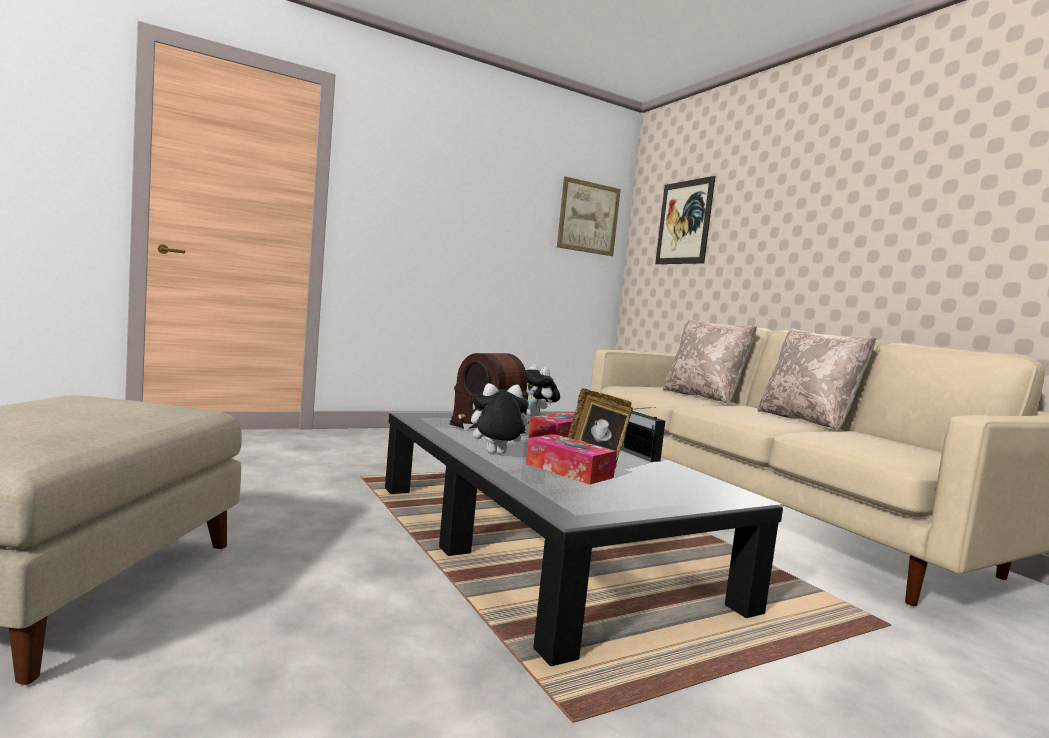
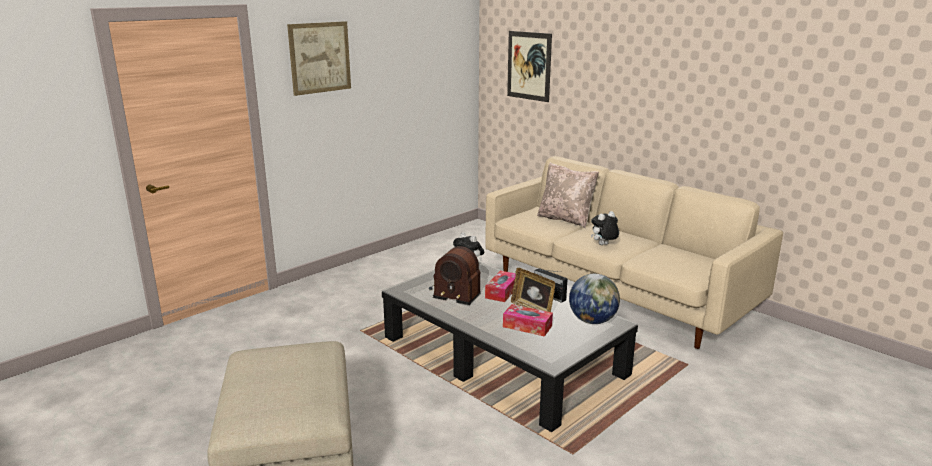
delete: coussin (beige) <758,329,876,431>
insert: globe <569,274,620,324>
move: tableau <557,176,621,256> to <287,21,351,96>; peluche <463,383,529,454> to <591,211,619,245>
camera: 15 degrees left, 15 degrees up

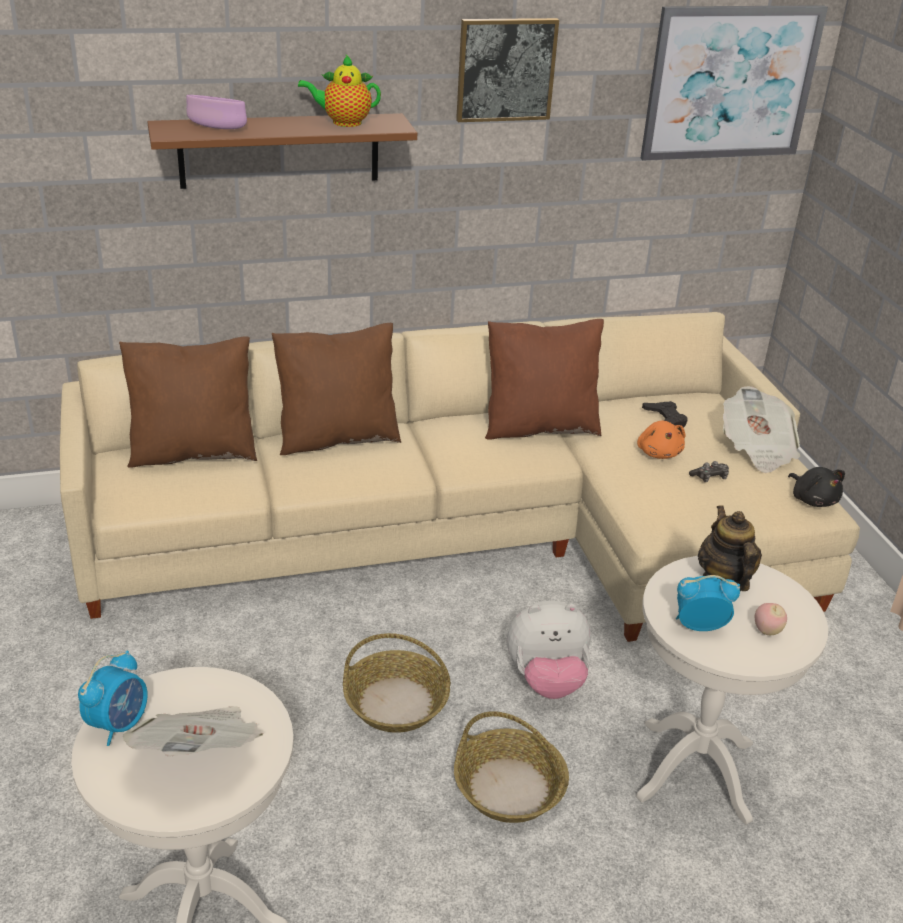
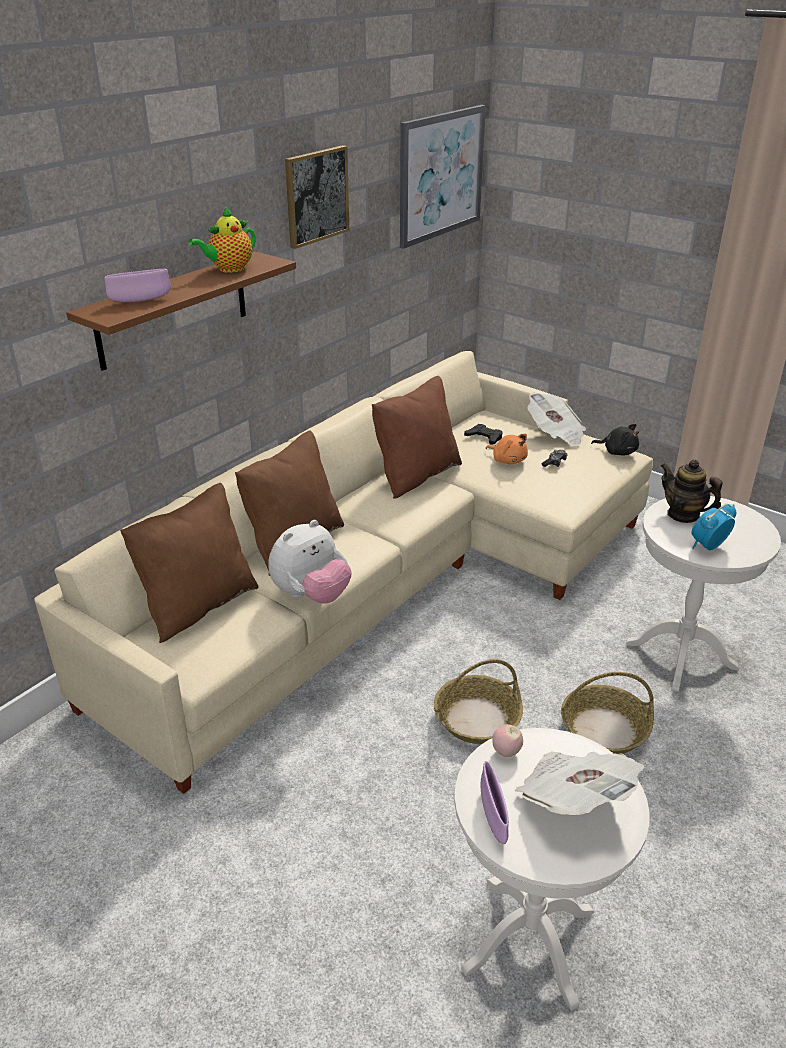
move: peluche <507,601,591,699> to <269,520,352,604>; pomme <755,603,787,635> to <492,724,523,757>
replace: réveil <78,650,148,746> to bol (violet) <481,761,509,844>
camera: 35 degrees left, 0 degrees up

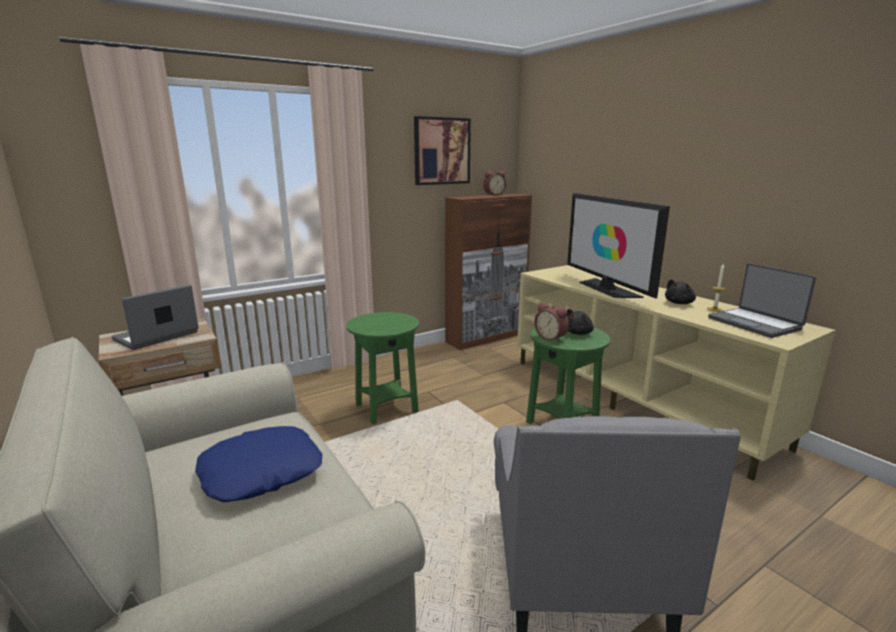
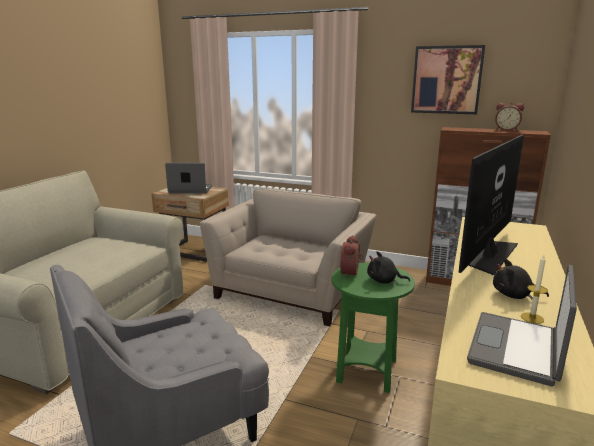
delete: coussin (bleu) <195,426,322,502>
replace: table d'appoint (vert) <346,312,419,425> to fauteuil (beige) <200,189,376,326>
camera: 55 degrees right, 0 degrees up

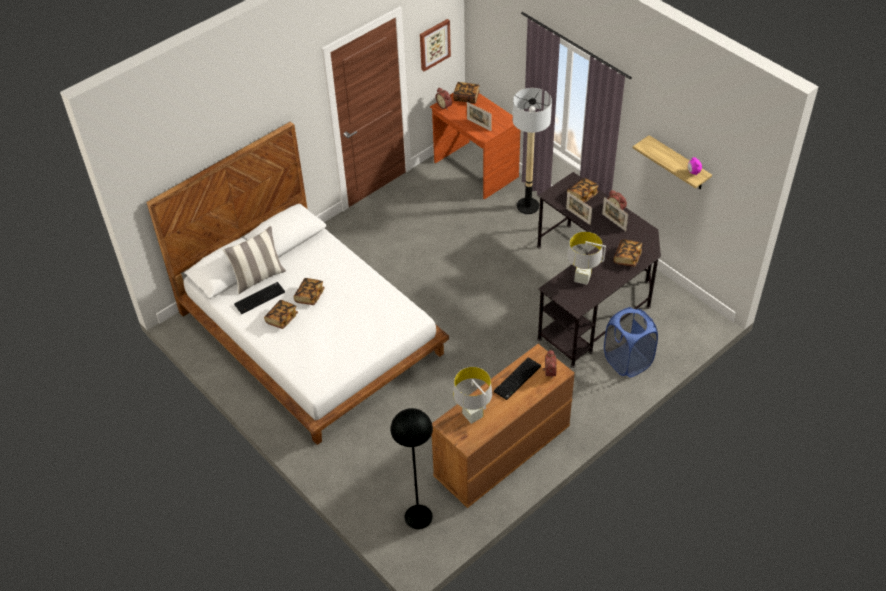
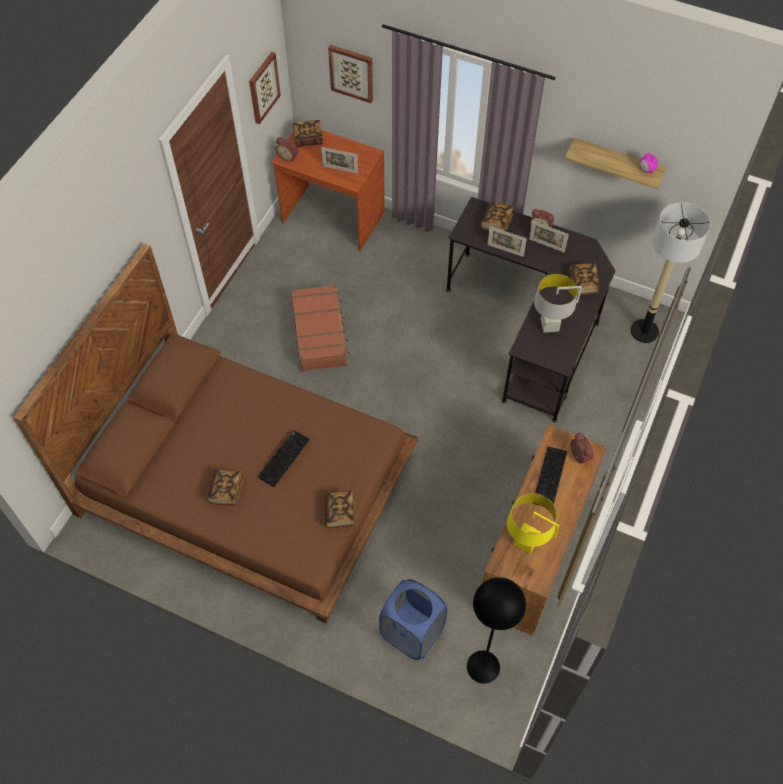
delete: coussin <223,226,286,294>
insert: valise (marron) <291,285,350,371>; tableau <328,45,373,103>
move: clavier <234,282,285,314> to <258,430,309,487>; livre <294,278,325,305> to <324,490,356,528>; panier à linge (bleu) <604,307,658,378> to <379,579,447,660>; lampadaire <513,88,552,214> to <631,202,710,343>
recolor: lit (blanc) <146,121,449,445> to lit (marron) <13,243,418,623>; lampe de table (gris) <453,367,492,424> to lampe de table (jaune) <507,493,560,554>
camera: 25 degrees left, 10 degrees up

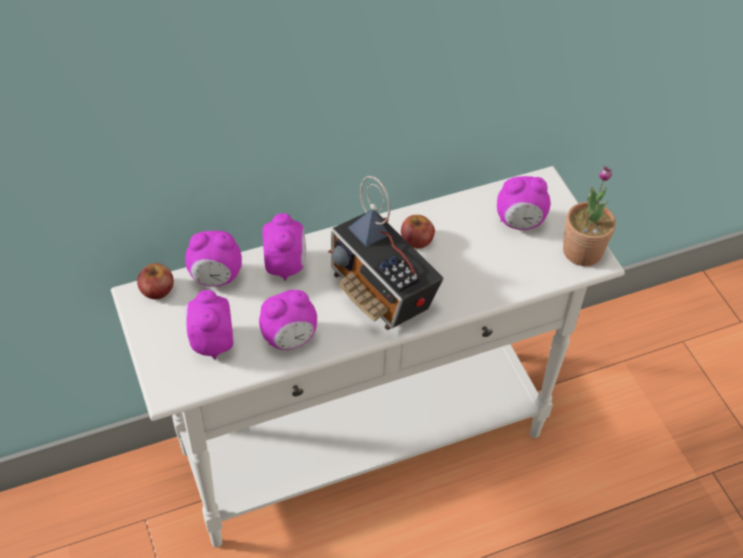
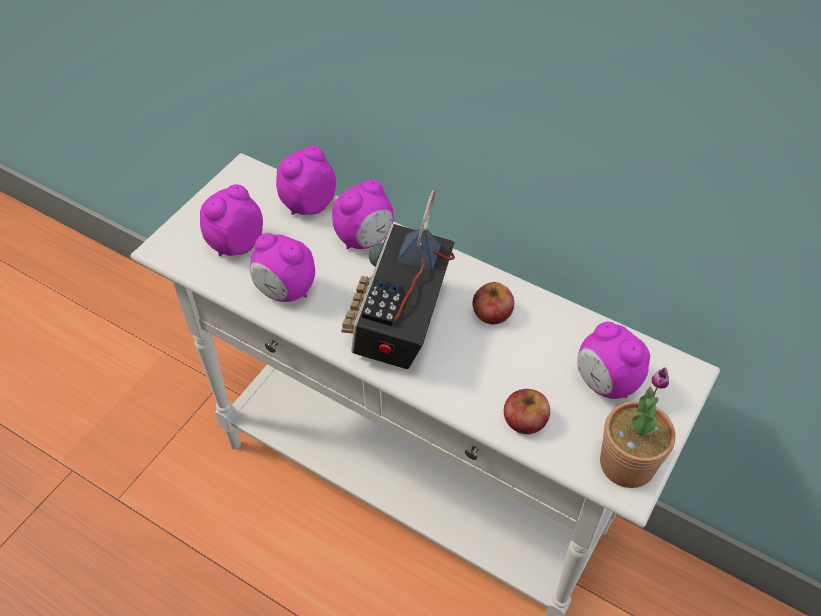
move: pomme <137,263,174,299> to <504,389,550,434>
rotate: réveil <185,231,242,287> = <276,146,336,215> 90 degrees clockwise
camera: 55 degrees right, 0 degrees up

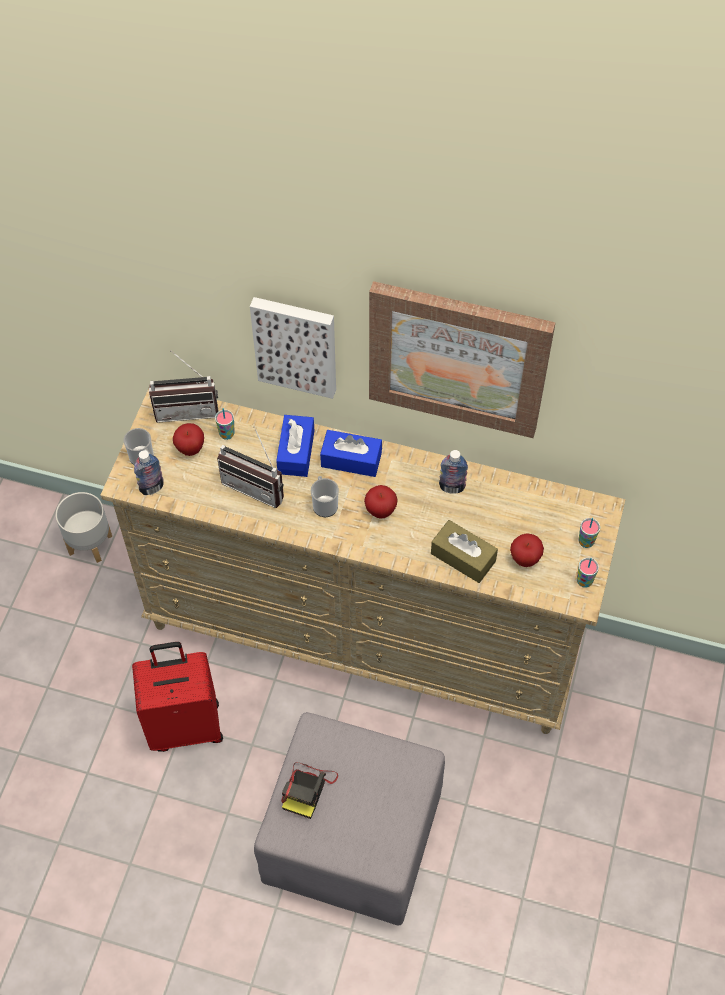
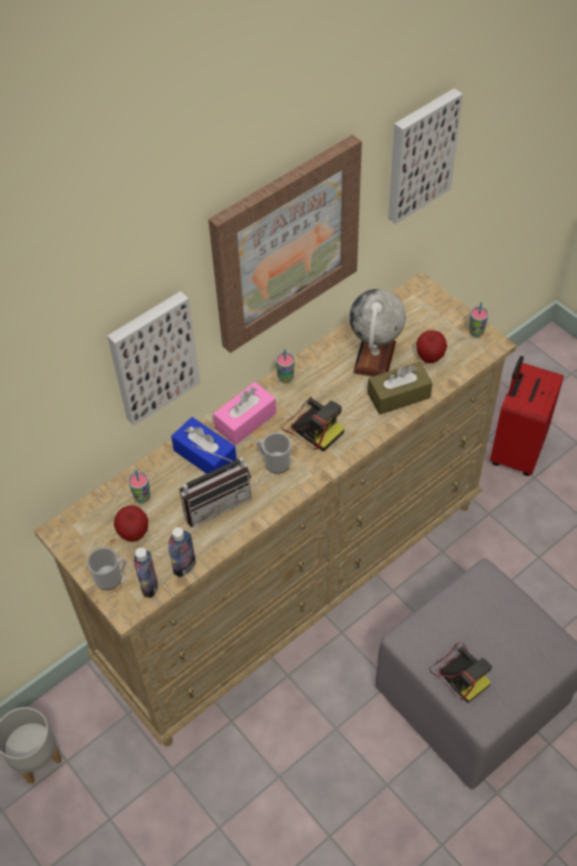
delete: radio <149,351,219,423>
insert: globe <349,289,406,377>; tableau <388,88,463,224>
move: bouteille <439,450,468,494> to <168,527,196,577>; tasse <578,518,600,548> to <276,349,295,383>; valise (rouge) <132,642,223,752> to <490,356,564,476>
replace: pomme <364,485,398,519> to appareil photo <281,396,345,452>
recolor: boîte à mouchoirs (bleu) <320,430,382,477> to boîte à mouchoirs (rose) <213,382,276,445>
camera: 55 degrees left, 5 degrees down

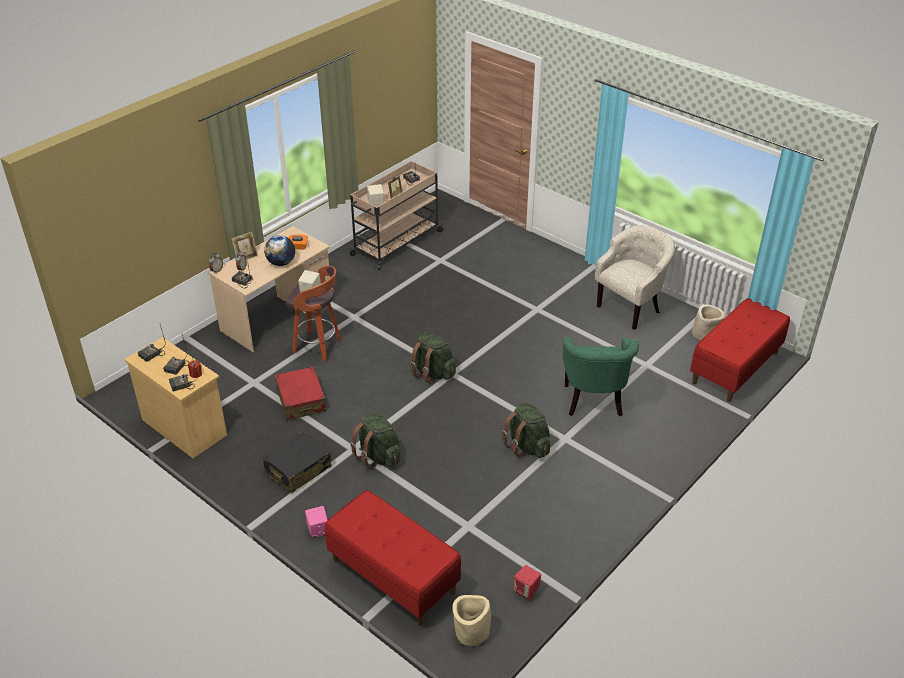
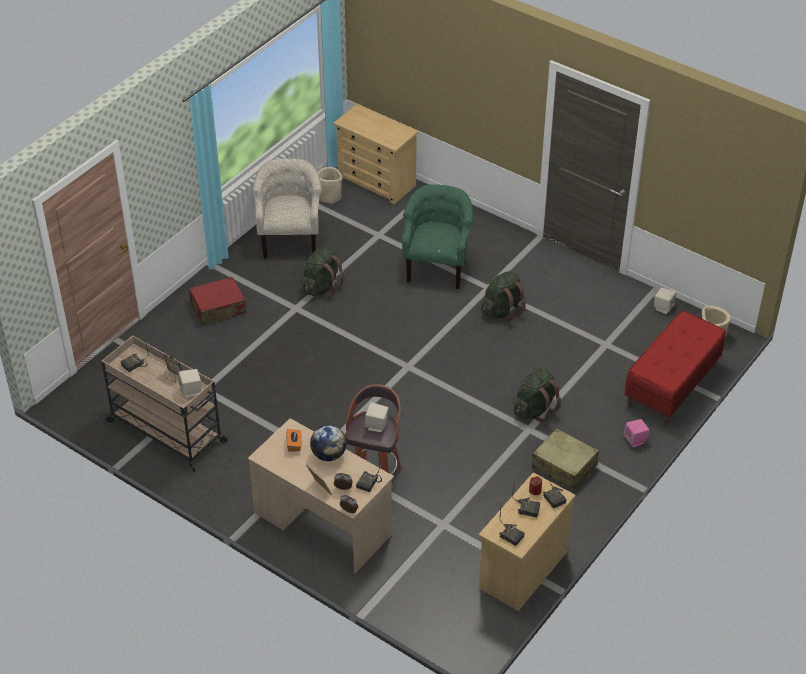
move: valise (rouge) <275,367,326,420> to <189,277,247,325>; sac à dos (vert) <410,333,456,384> to <302,247,345,297>
replace: banc (rouge) <690,298,790,402> to commode (beige) <333,104,419,204>
recolor: valise (noir) <263,432,332,493> to valise (beige) <532,428,599,490>; enceinte (rouge) <513,565,541,600> to enceinte (beige) <654,288,676,314>
rotate: fauteuil (beige) <595,225,675,330> = <252,158,322,258> 45 degrees clockwise; fauteuil (vert) <562,337,639,416> = <402,184,473,289> 75 degrees counterclockwise
camera: 95 degrees left, 5 degrees up

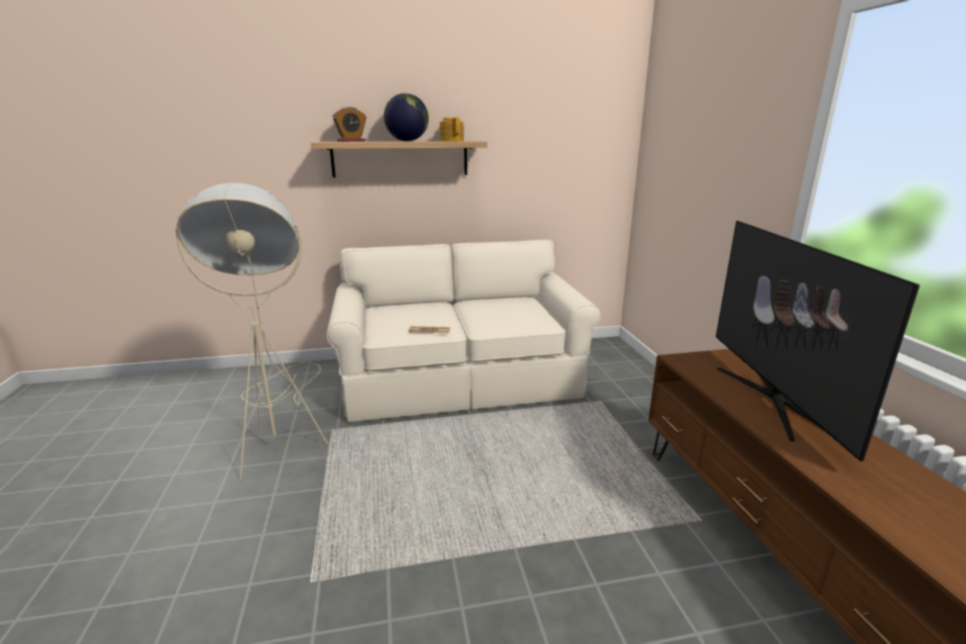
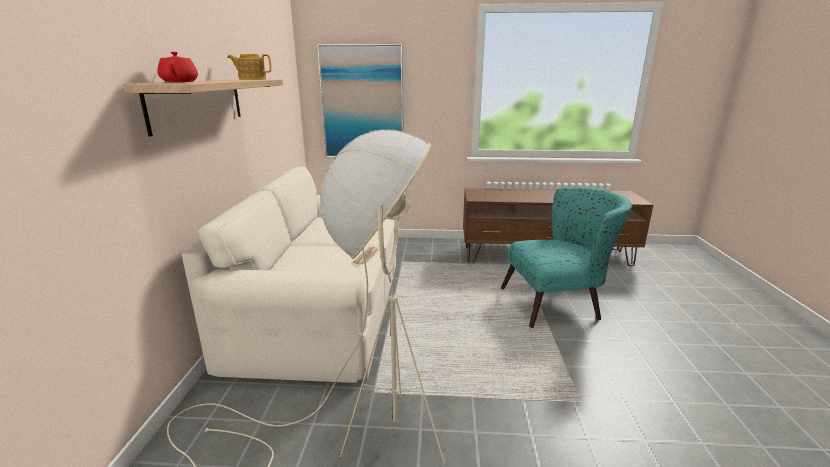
delete: globe <384,93,429,141>; téléviseur <716,221,920,461>
insert: tableau <317,44,404,158>; fauteuil (turquoise) <501,187,633,328>
replace: réveil <332,107,366,142> to théière (rouge) <157,52,198,82>
camera: 75 degrees left, 0 degrees up

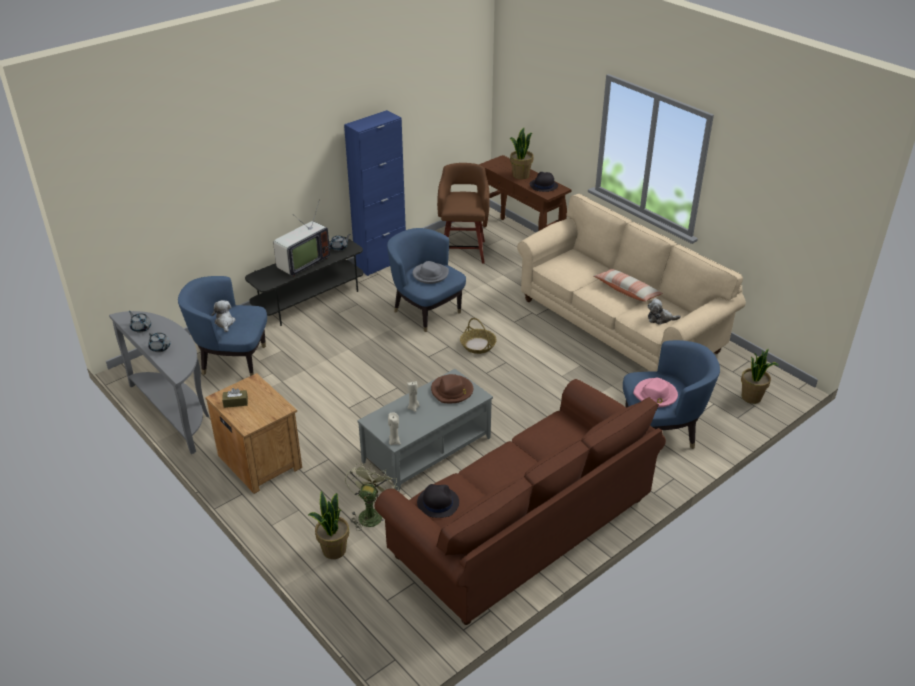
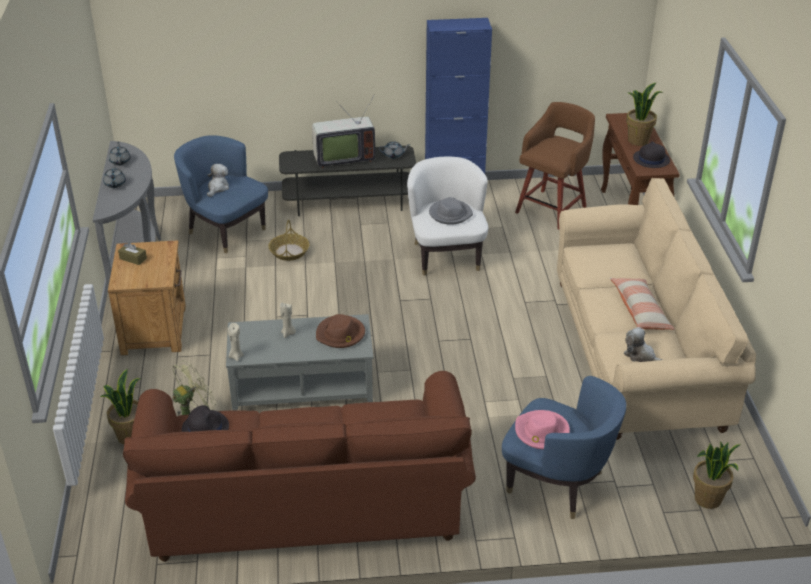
move: panier <460,318,497,354> to <268,220,309,261>
recolor: fauteuil (bleu) <387,228,466,332> to fauteuil (blanc) <407,156,488,276>
camera: 35 degrees right, 0 degrees up

